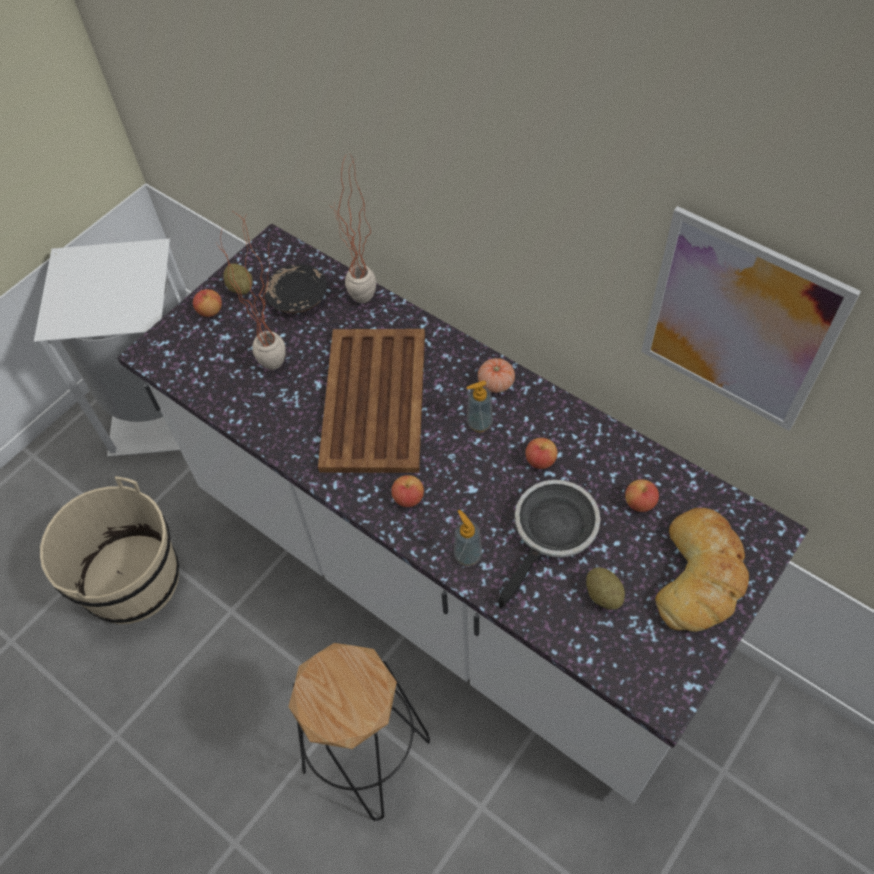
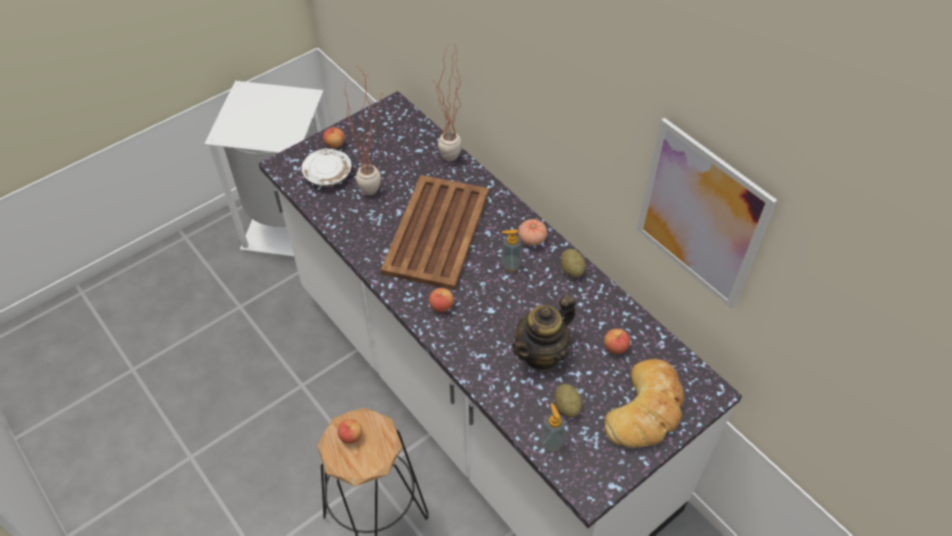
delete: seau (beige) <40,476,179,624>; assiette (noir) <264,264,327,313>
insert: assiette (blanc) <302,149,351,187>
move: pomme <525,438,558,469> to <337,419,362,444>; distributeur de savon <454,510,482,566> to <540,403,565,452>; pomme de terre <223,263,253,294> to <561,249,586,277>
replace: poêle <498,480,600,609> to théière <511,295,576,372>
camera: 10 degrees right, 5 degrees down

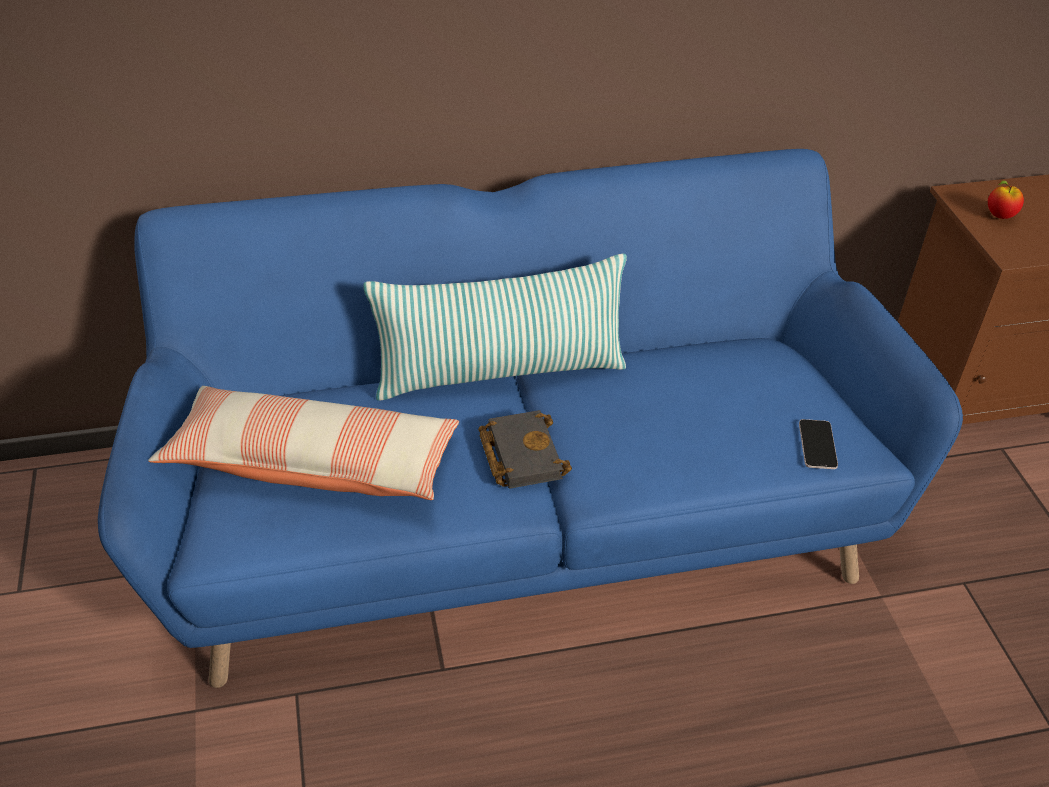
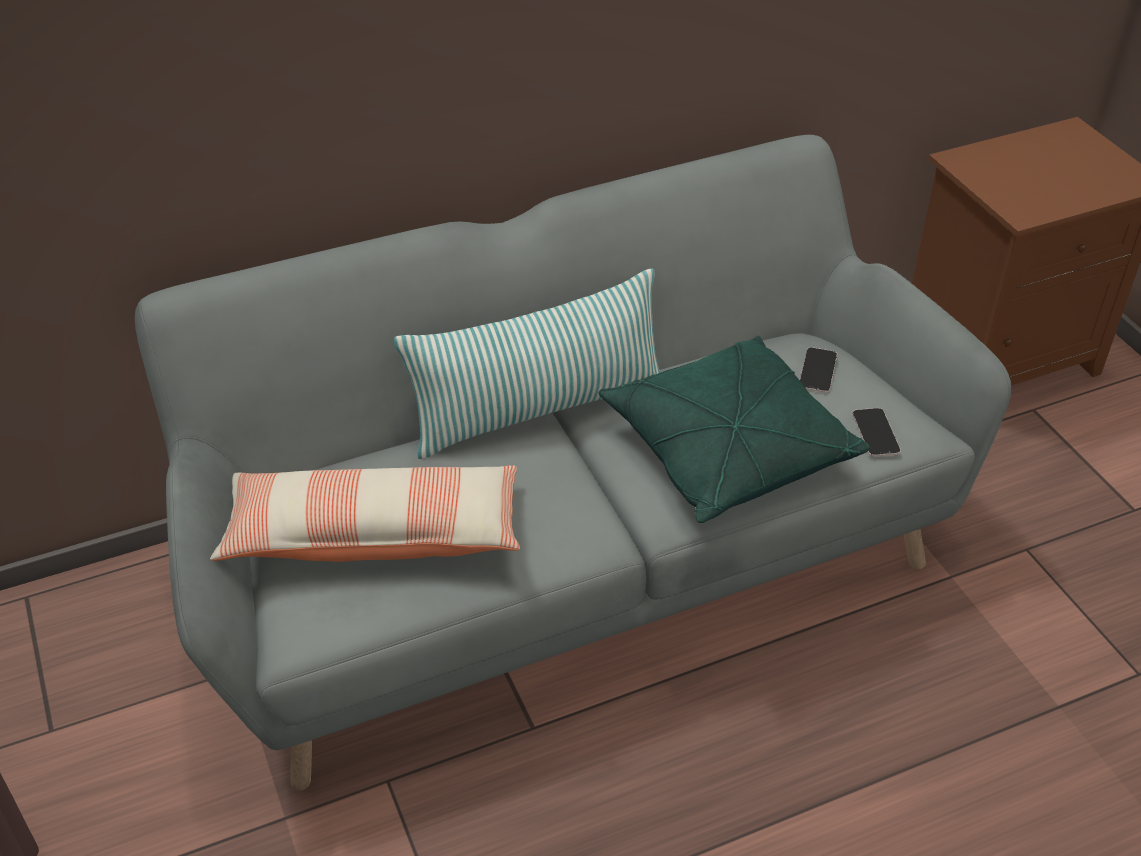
delete: livre (noir) <478,410,572,489>; pomme <988,180,1024,219>
insert: coussin (vert) <599,336,870,523>; téléphone <800,347,837,393>
recolor: canapé (bleu) <98,149,963,688> to canapé (gris) <135,135,1012,791>
camera: 10 degrees left, 0 degrees up

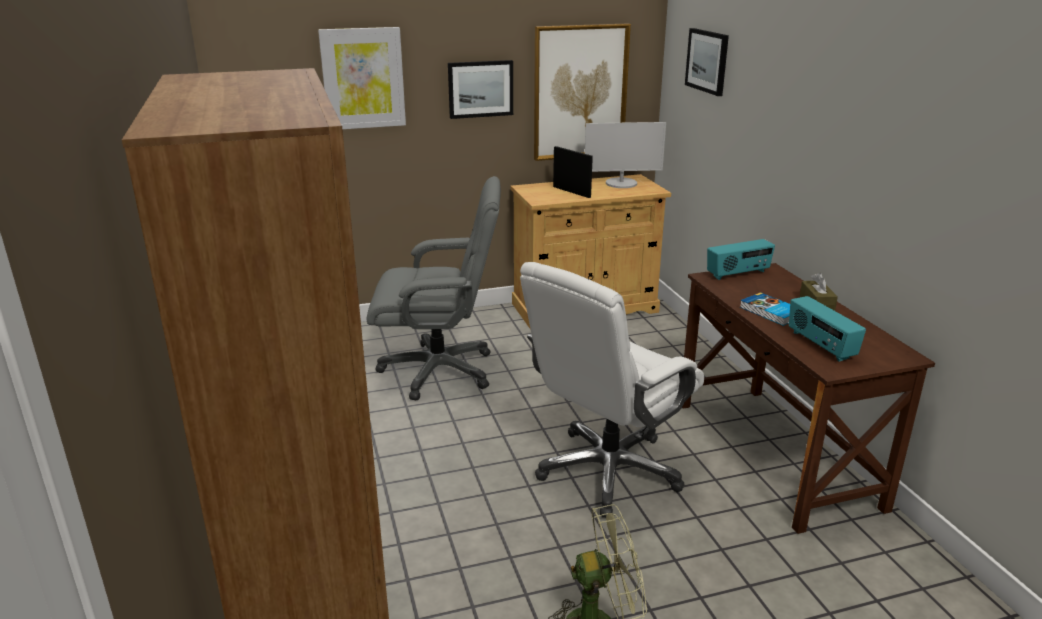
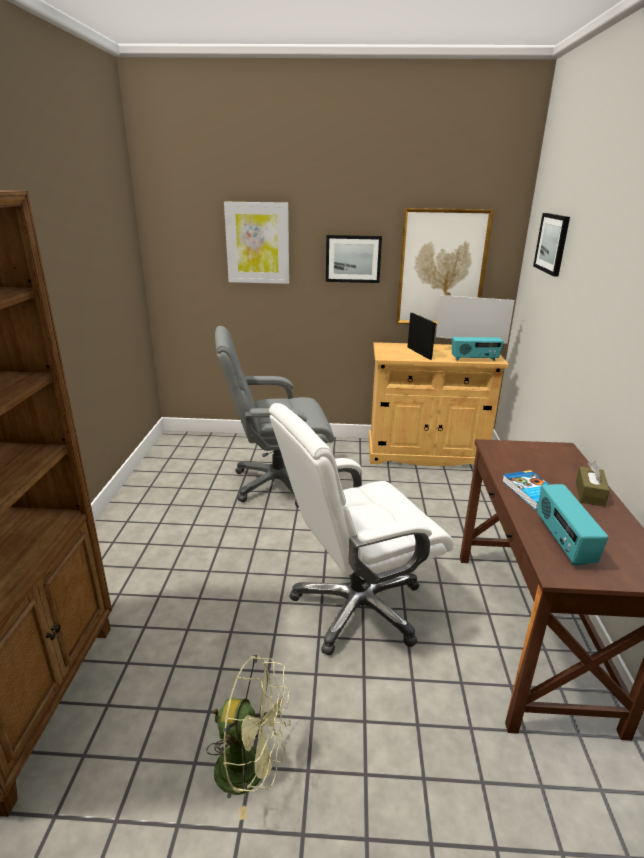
move: radio <707,239,775,280> to <452,337,504,361>
rotate: chaise de bureau (gris) <367,176,501,400> = <215,326,334,507> 150 degrees clockwise
camera: 20 degrees right, 0 degrees up

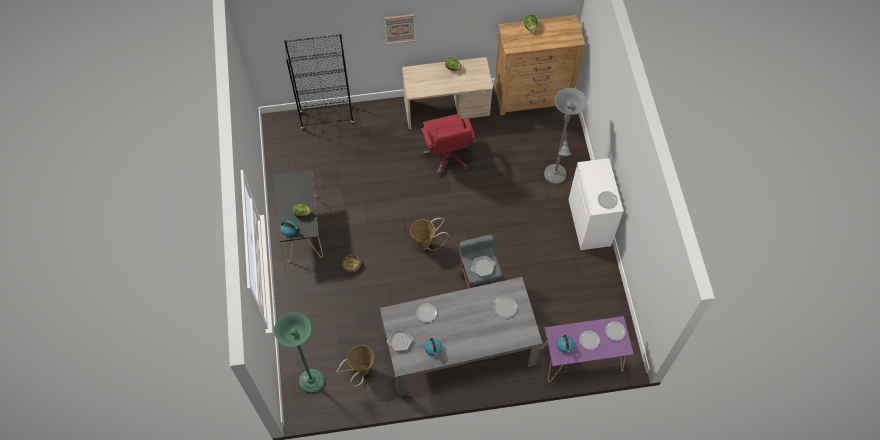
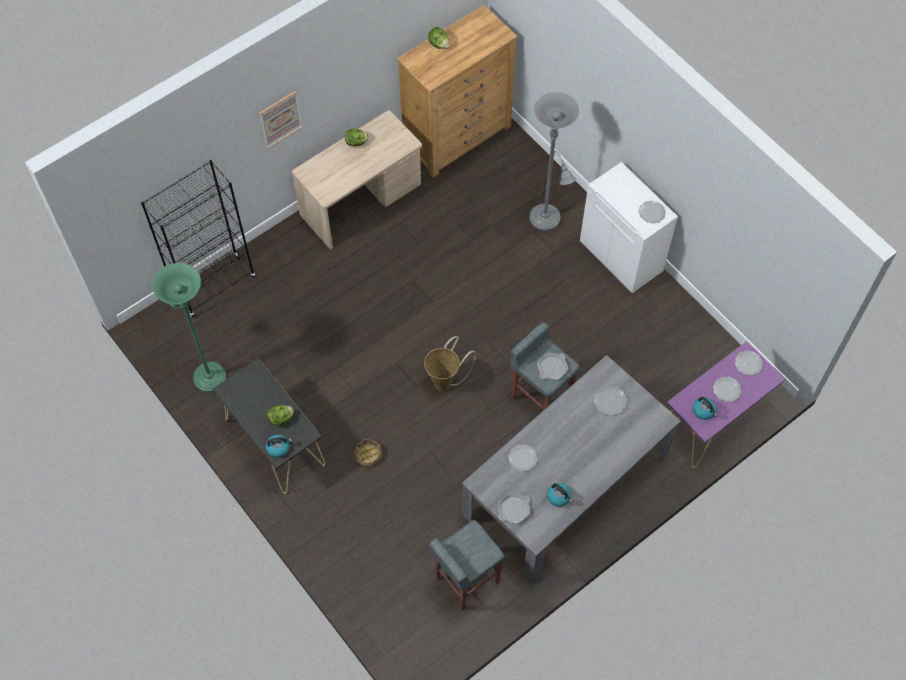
delete: chaise de bureau (rouge) <421,114,475,176>
move: lampadaire (vert) <274,312,324,393> to <153,263,227,393>
replace: panier <336,345,374,386> to tabouret (gris) <429,520,505,610>
camera: 30 degrees left, 0 degrees up

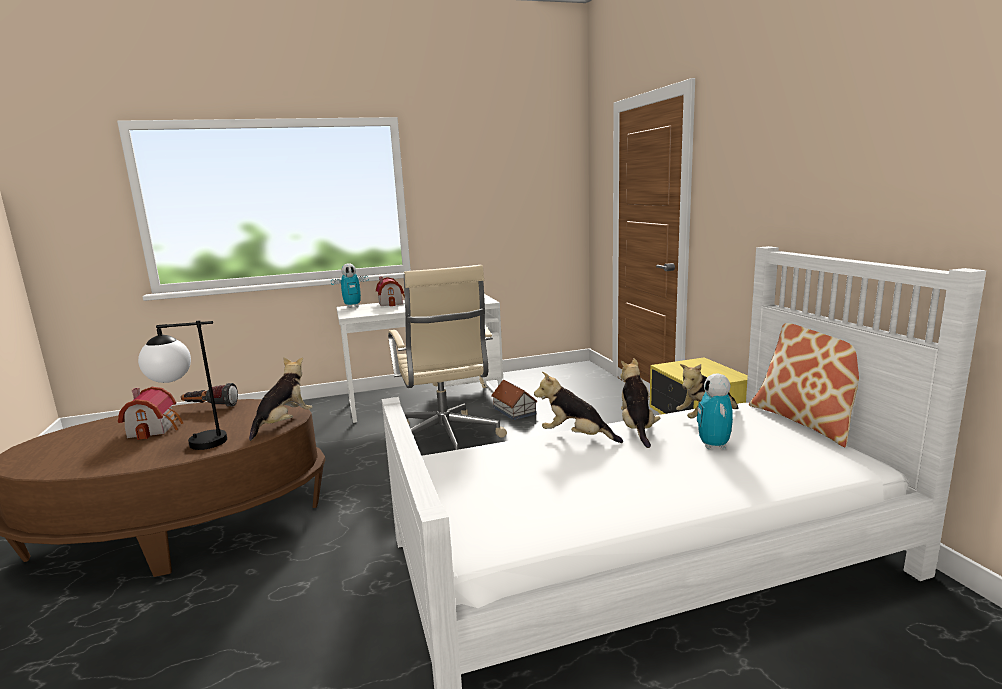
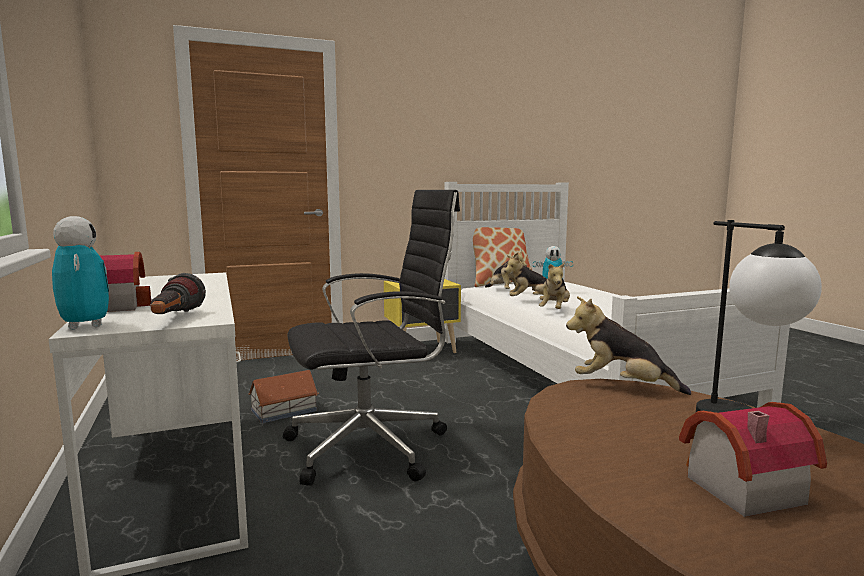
move: lampe de poche <181,383,238,407> to <151,273,206,314>
recolor: chaise de bureau (beige) <388,265,507,450> to chaise de bureau (noir) <283,190,460,486>
camera: 95 degrees left, 5 degrees down

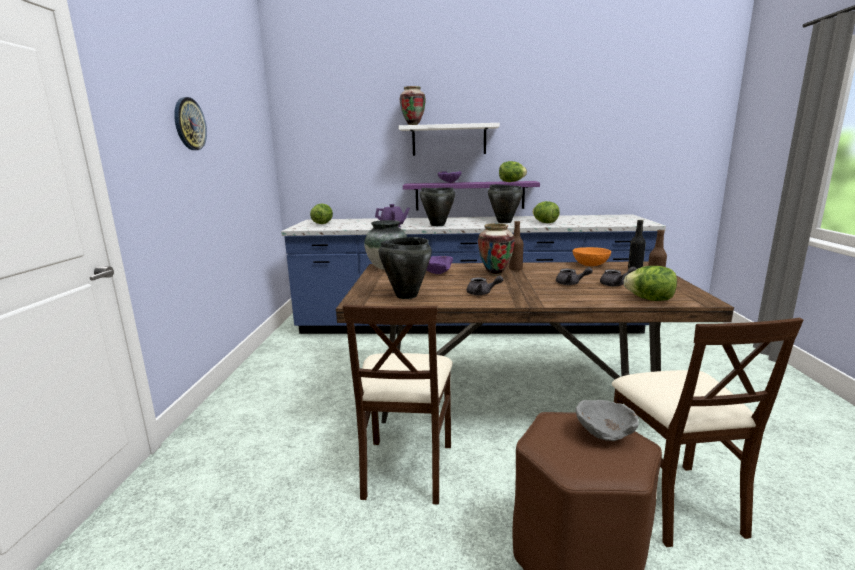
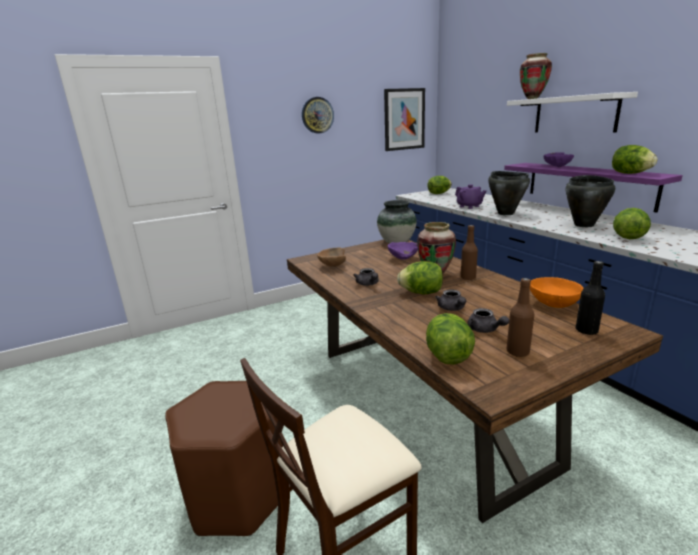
delete: chaise (beige) <343,305,453,505>; bol (gris) <576,400,639,441>
insert: tableau <384,88,425,151>; laitue <397,261,443,295>
replace: marmite (noir) <379,237,432,299> to bol (marron) <317,247,346,267>
camera: 60 degrees right, 5 degrees up

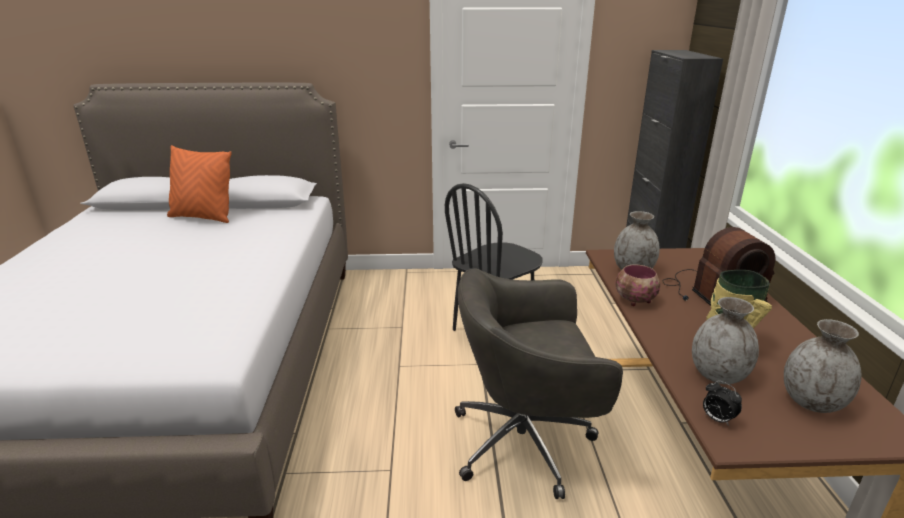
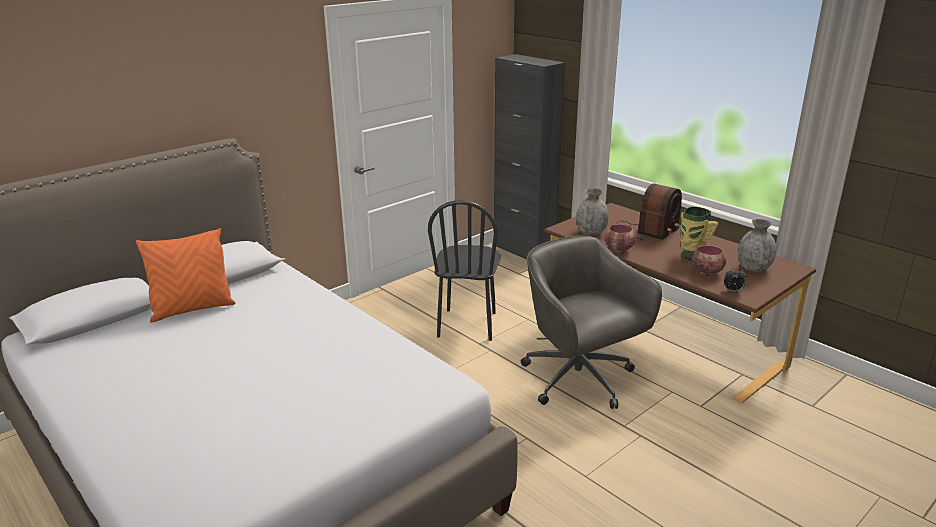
replace: vase (gris) <692,297,759,384> to bol <692,245,726,277>
rotate: chaise de bureau (gris) <455,269,623,499> = <521,236,662,409> 105 degrees clockwise
camera: 40 degrees left, 0 degrees up

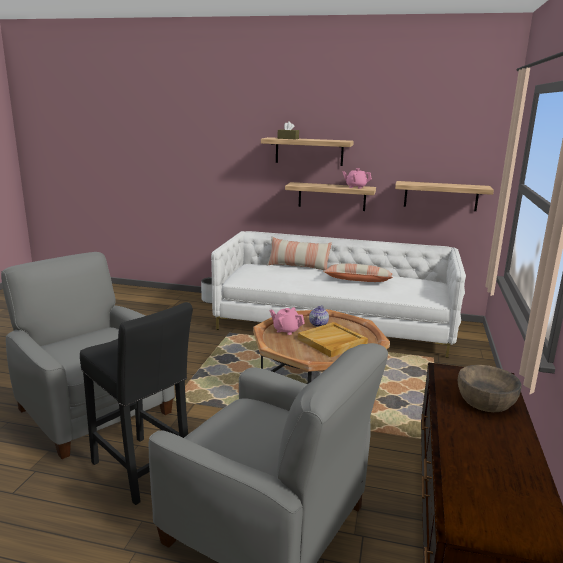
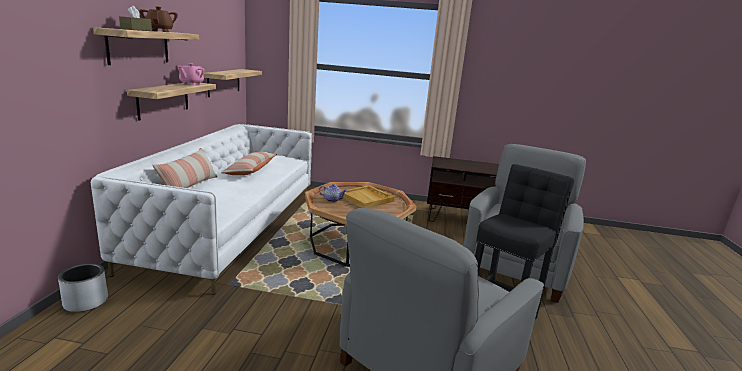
delete: théière (rose) <270,307,305,335>; bol (marron) <458,365,522,412>
insert: théière (marron) <139,6,178,32>
camera: 95 degrees left, 0 degrees up

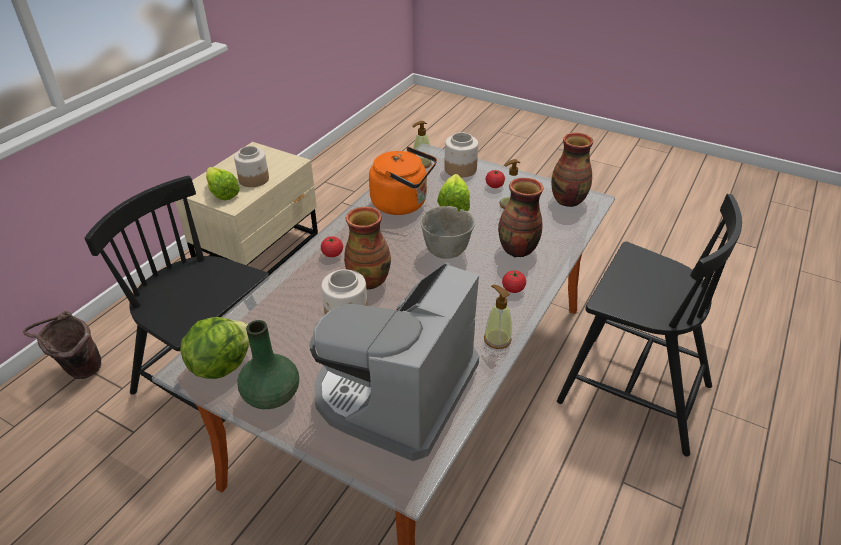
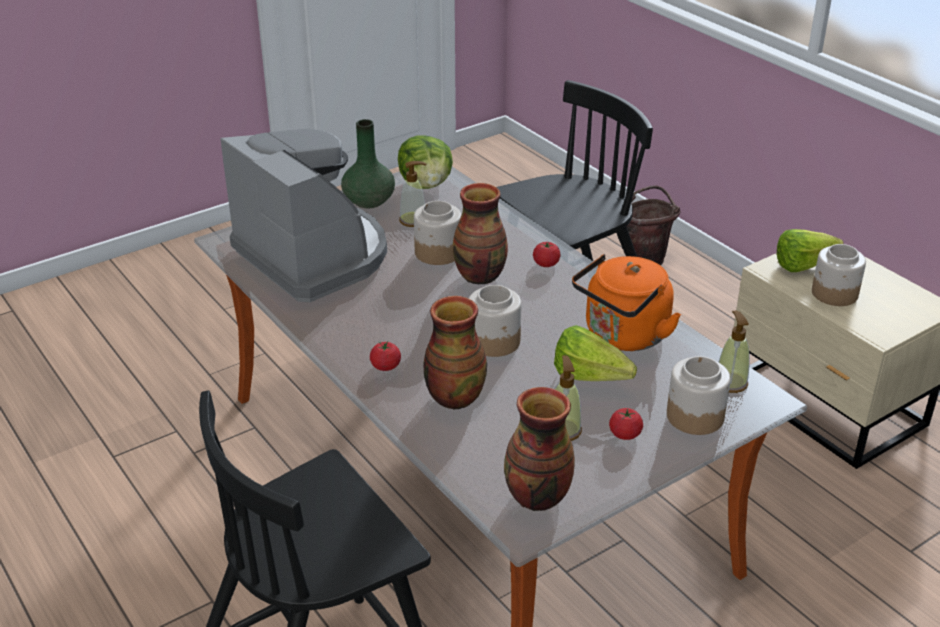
move: distributeur de savon <484,284,512,349> to <399,161,427,227>
replace: bol (gris) <420,206,475,259> to bocal <469,285,522,357>
camera: 115 degrees right, 5 degrees down

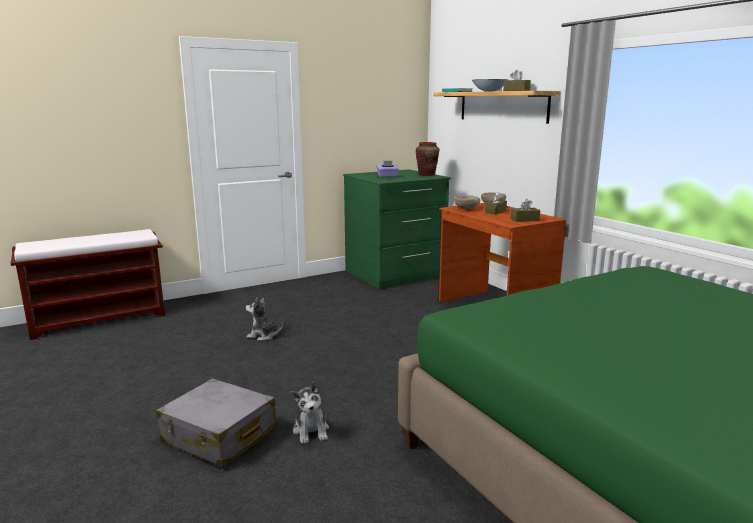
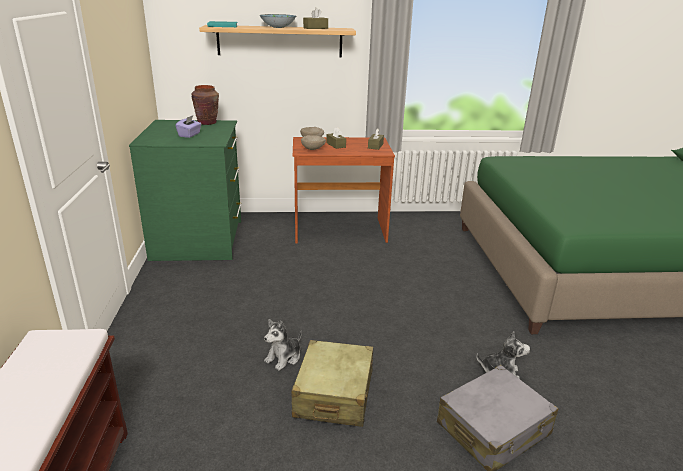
insert: valise (beige) <291,340,373,427>
camera: 65 degrees left, 10 degrees up

